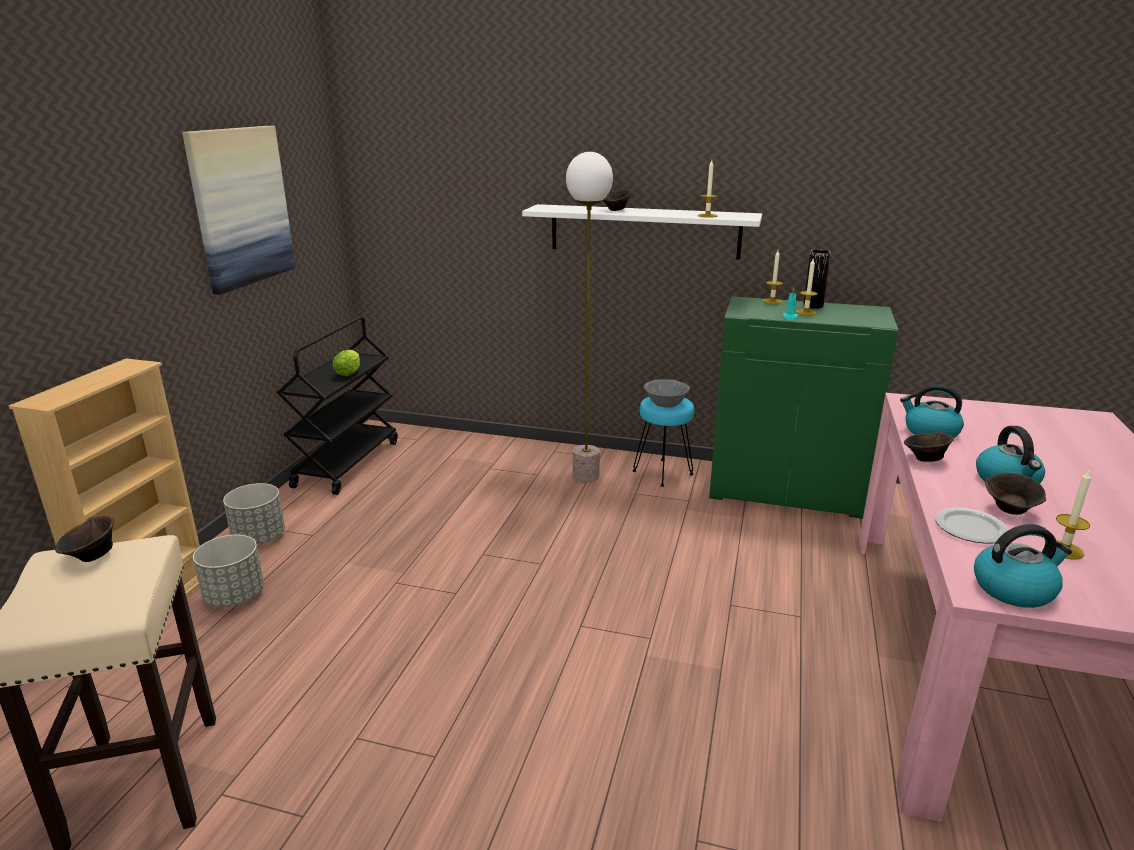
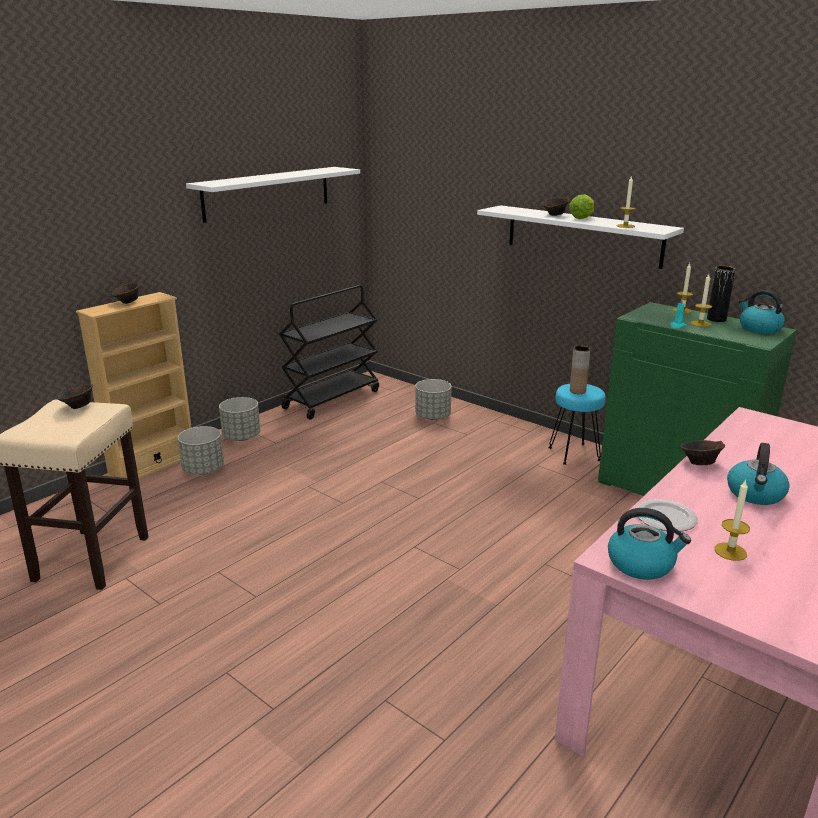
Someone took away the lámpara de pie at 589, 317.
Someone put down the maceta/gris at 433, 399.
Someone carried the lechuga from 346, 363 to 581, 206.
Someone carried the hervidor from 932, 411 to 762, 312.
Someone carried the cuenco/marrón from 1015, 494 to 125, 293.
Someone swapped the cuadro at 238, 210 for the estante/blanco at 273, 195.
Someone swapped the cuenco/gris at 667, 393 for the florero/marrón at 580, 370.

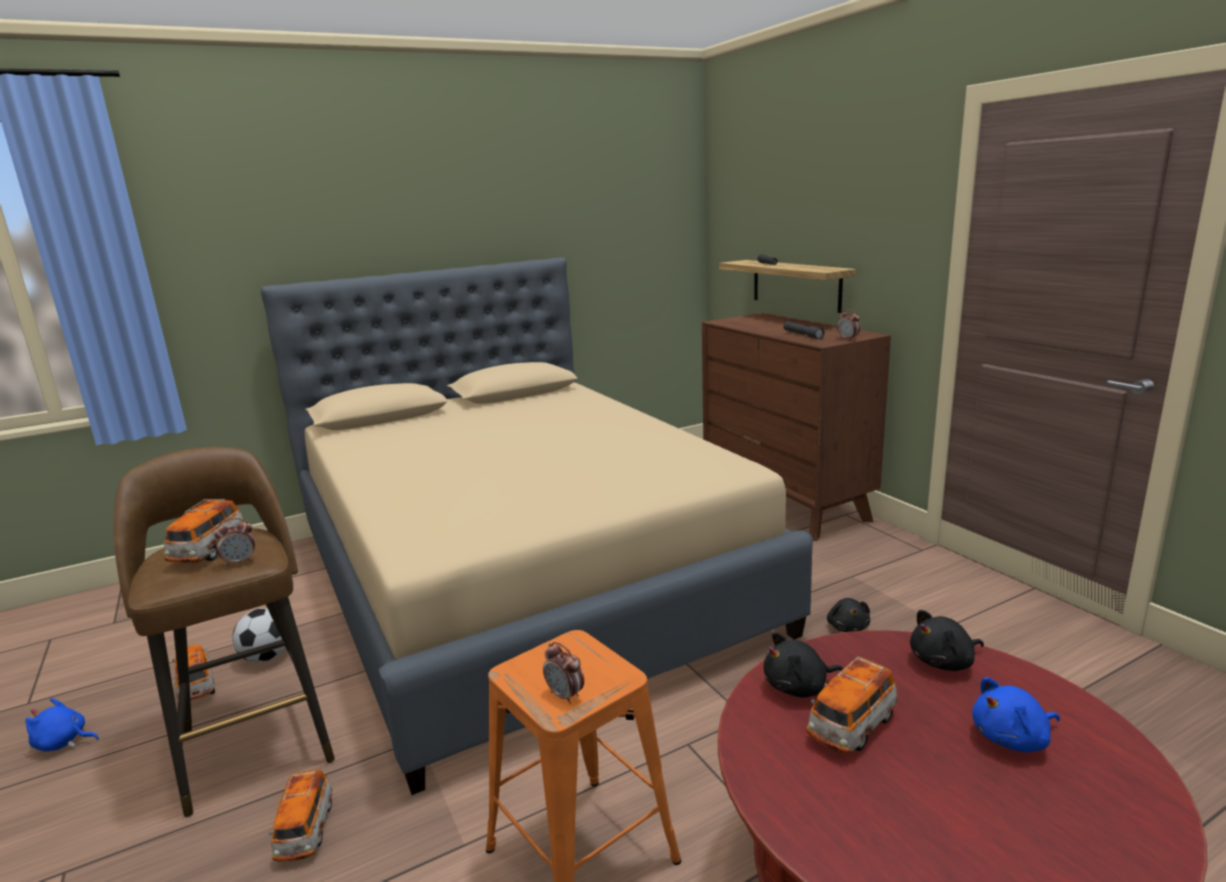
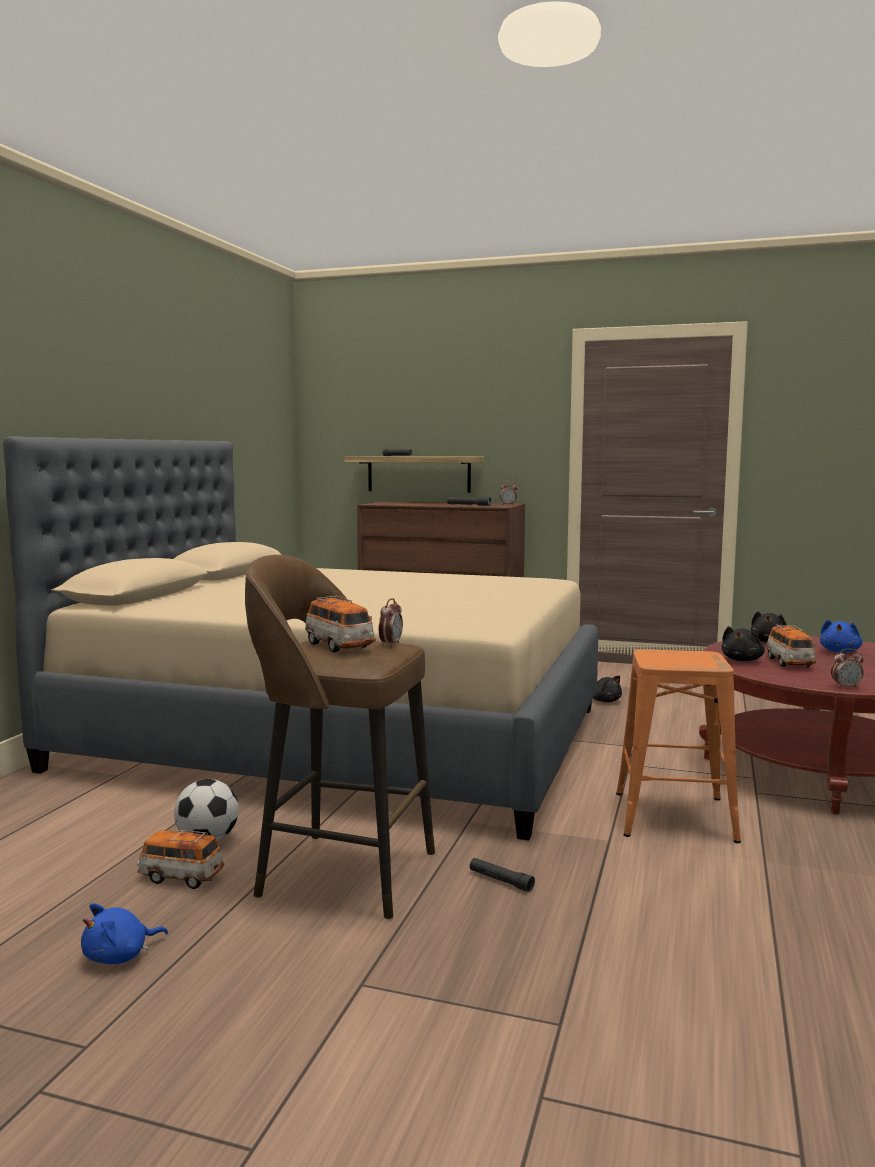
Someone carried the despertador from 563, 673 to 847, 668.
Someone swapped the coche de juguete at 300, 816 for the linterna/negro at 502, 875.

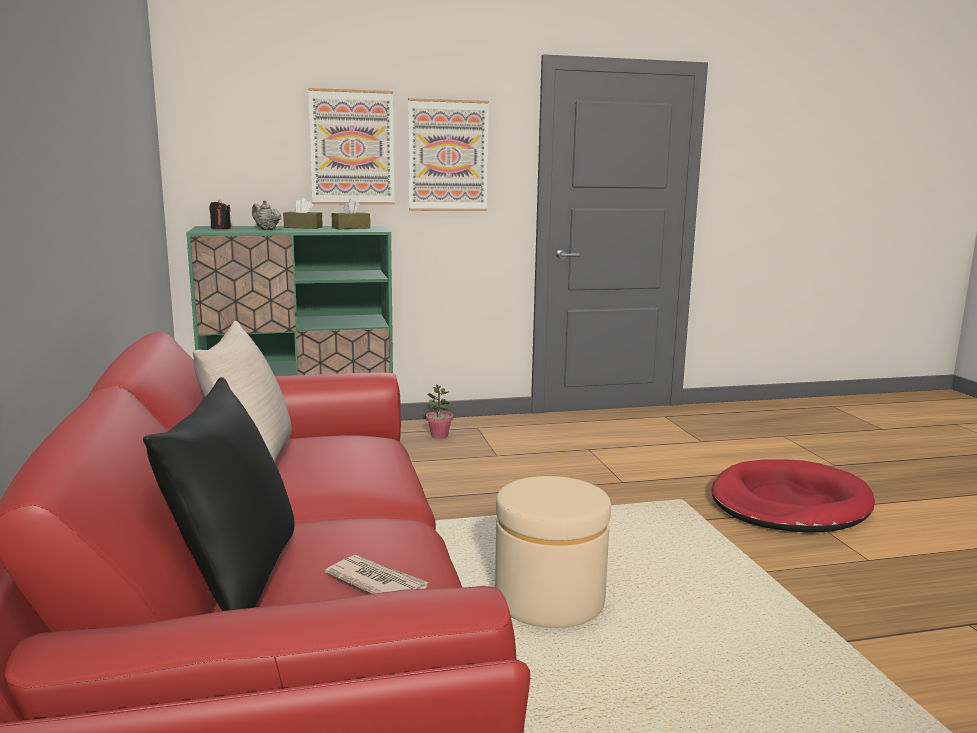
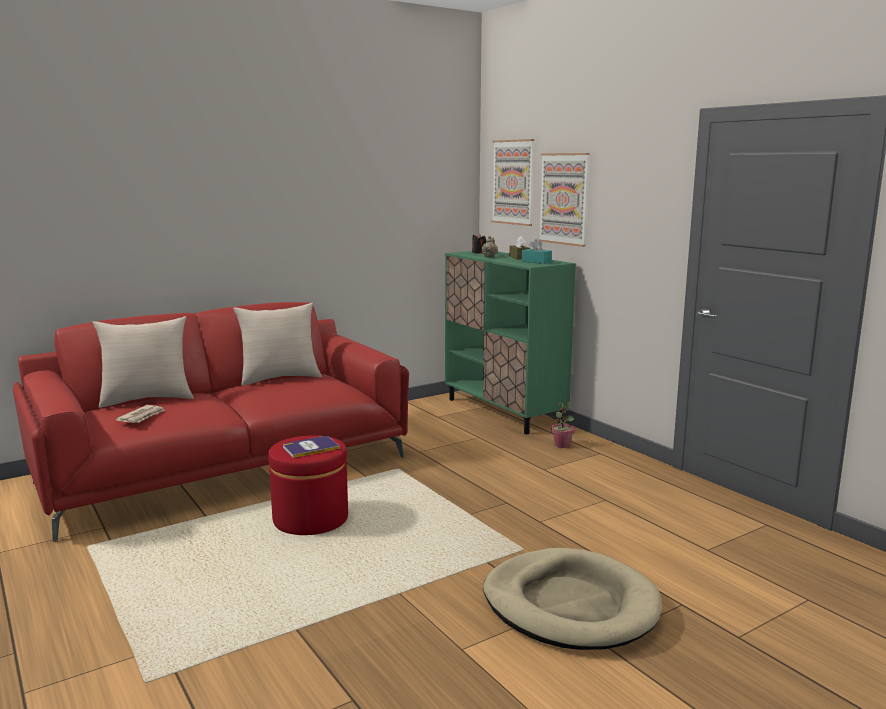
Someone put down the libro at 311, 447.
Someone carried the cuadro from 448, 154 to 512, 182.
Someone repainted the cojín/negro at 219, 494, which became the cojín/beis at 143, 362.
Someone repainted the caja de pañuelos/marrón at 350, 214, which became the caja de pañuelos/turquesa at 537, 251.
Someone repainted the puf/beis at 553, 552, which became the puf/rojo at 308, 485.
Someone repainted the cama para perro/rojo at 793, 496, which became the cama para perro/beis at 572, 599.

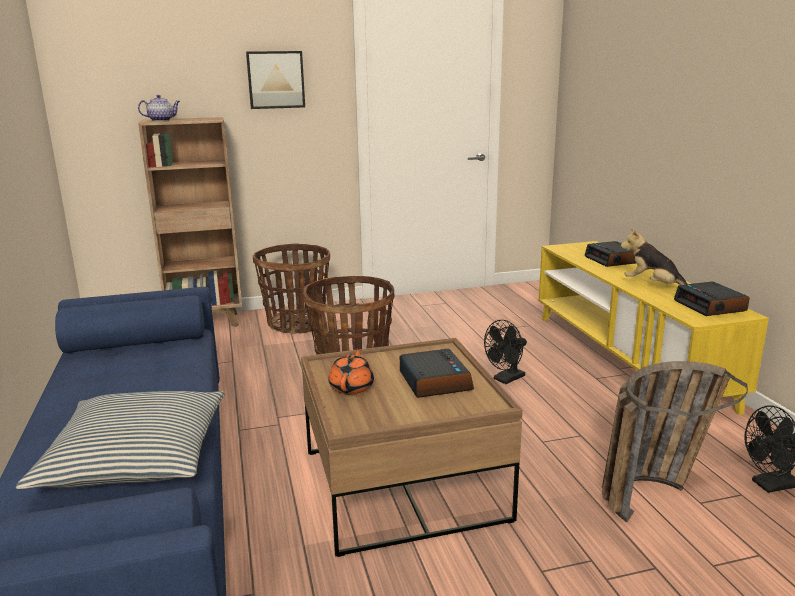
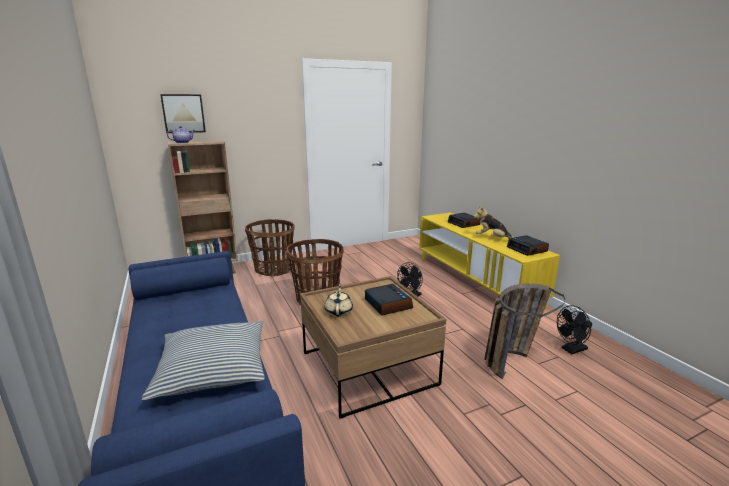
Someone carried the cuadro from 275, 80 to 183, 113.
Someone repainted the tetera/naranja at 351, 371, which became the tetera/beis at 339, 301.

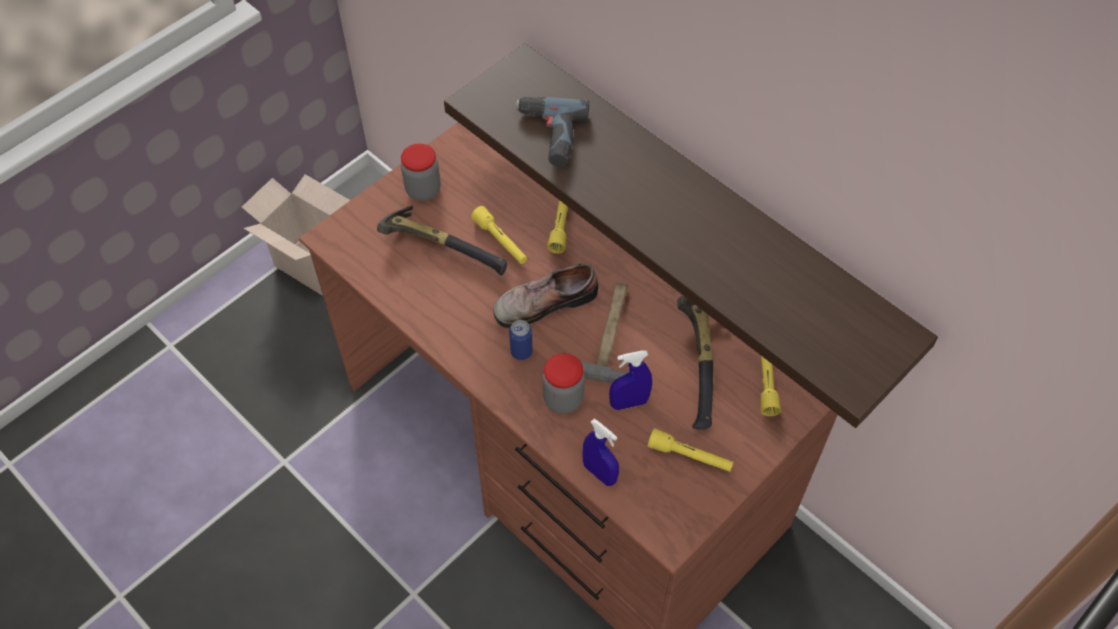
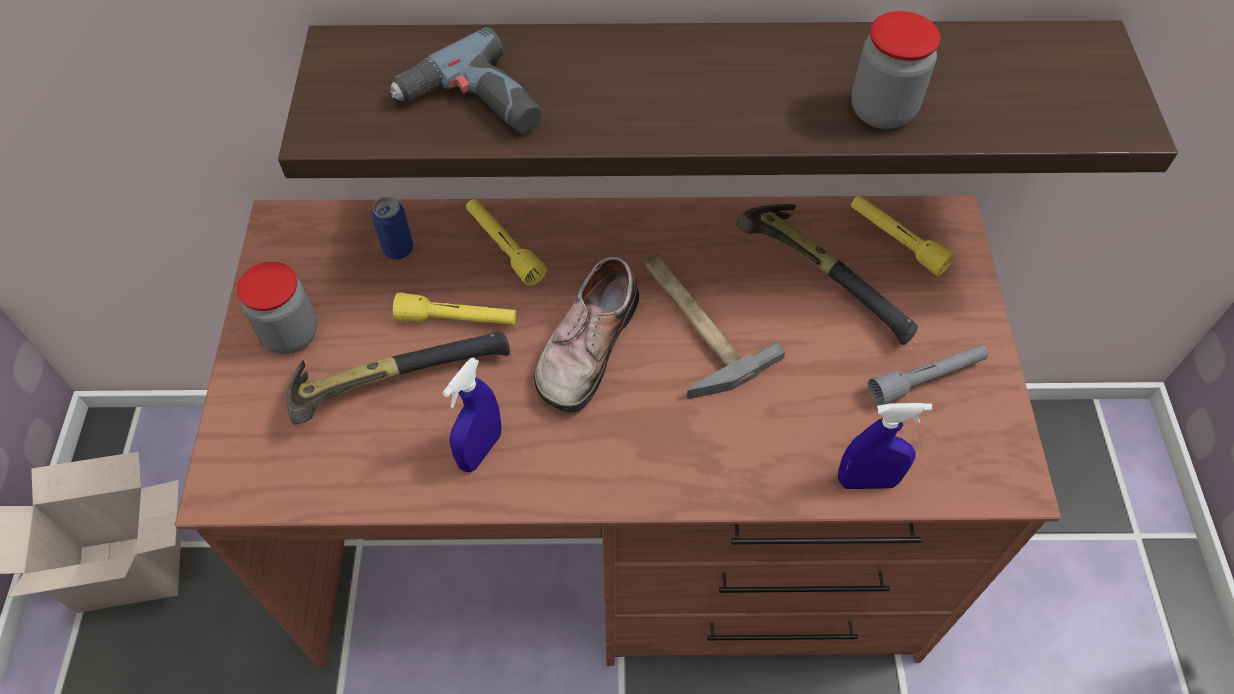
Someone carried the lata from 521, 340 to 392, 228.
Someone carried the tarro from 564, 384 to 895, 70.
Someone carried the pulverizador/azul from 630, 380 to 472, 415.
Someone repainted the linterna/amarillo at 690, 450, which became the linterna/gris at 928, 374.

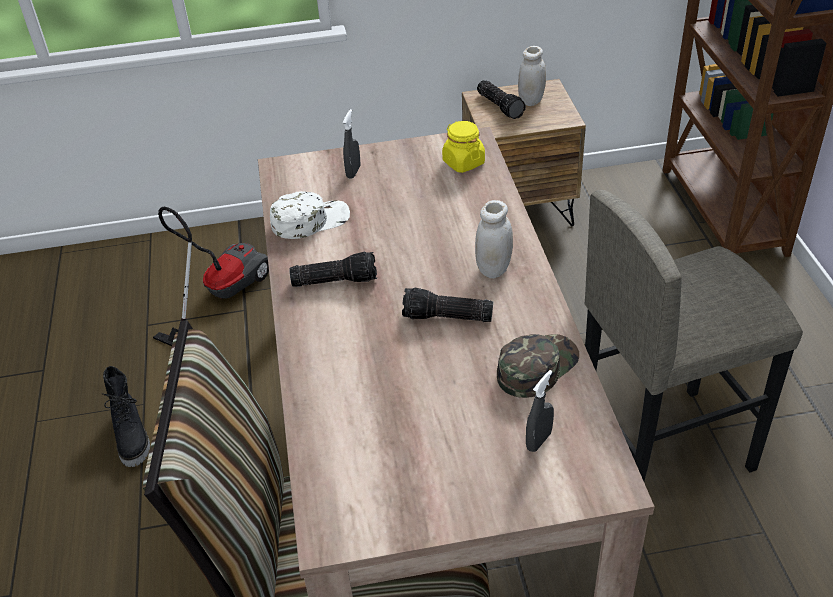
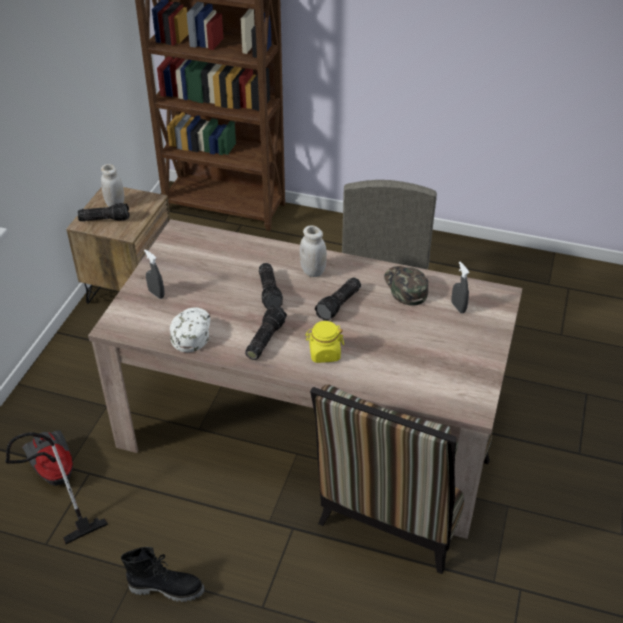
Someone put down the linterna at 271, 286.
Someone carried the tarro/amarillo from 463, 147 to 324, 342.

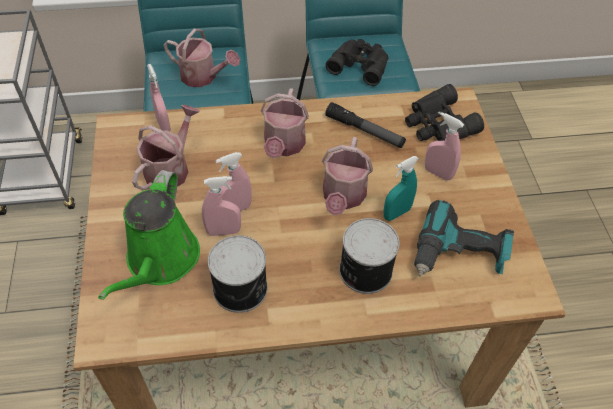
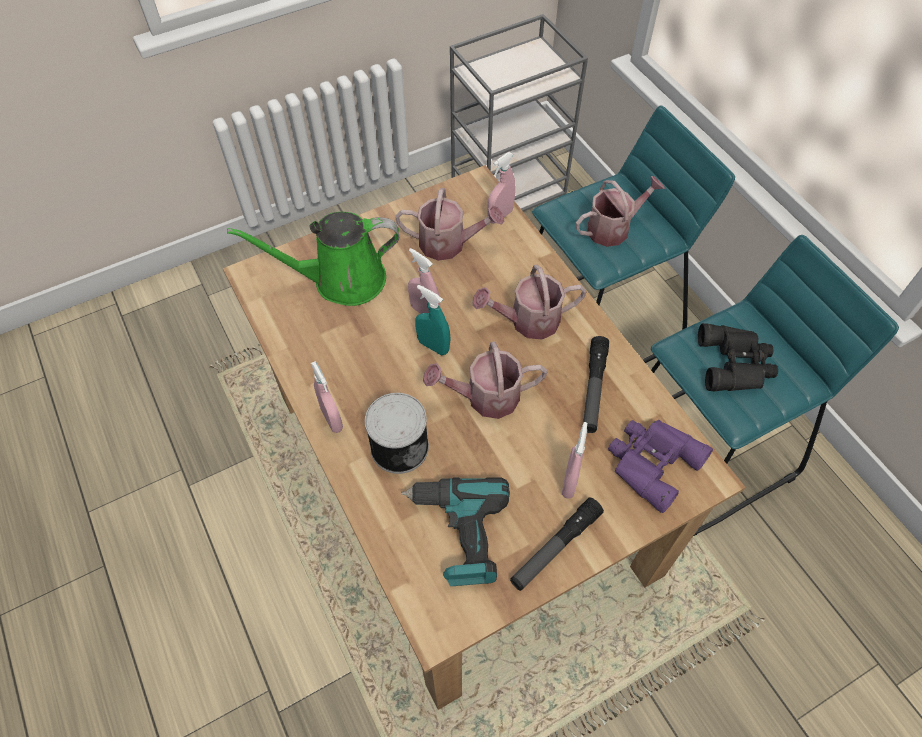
Someone took away the lata at 237, 274.
Someone put down the linterna at 557, 544.
Someone carried the pulverizador/rosa from 221, 206 to 327, 397.
Someone carried the pulverizador/turquesa from 401, 188 to 433, 320.
Someone repainted the prismáticos/negro at 444, 112, which became the prismáticos/morado at 660, 466.
Someone rotated the regadera at 201, 58 by 120 degrees counterclockwise.

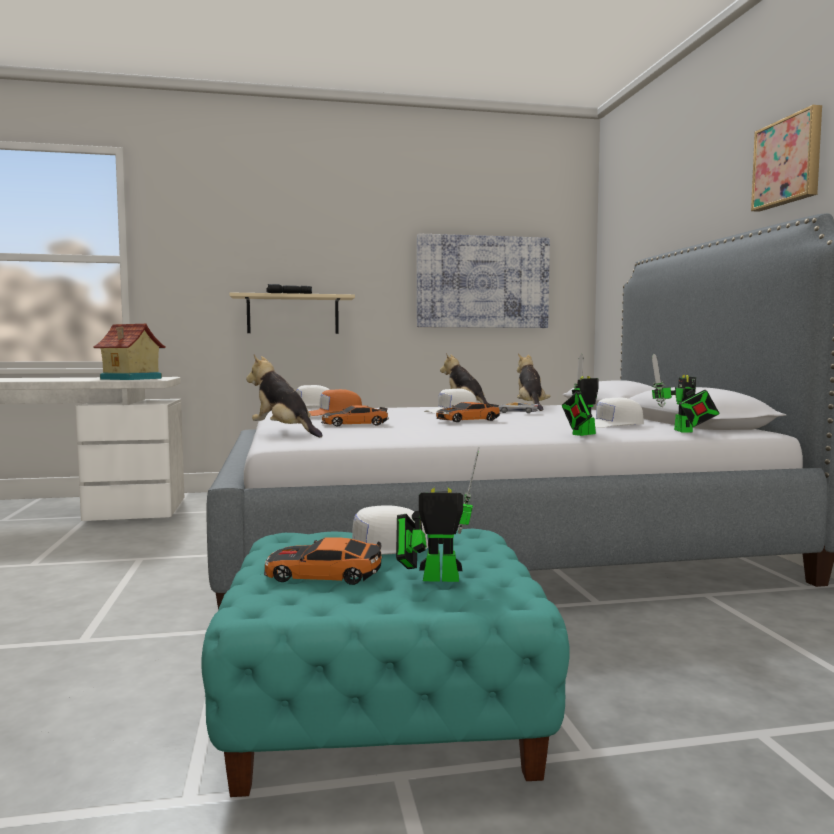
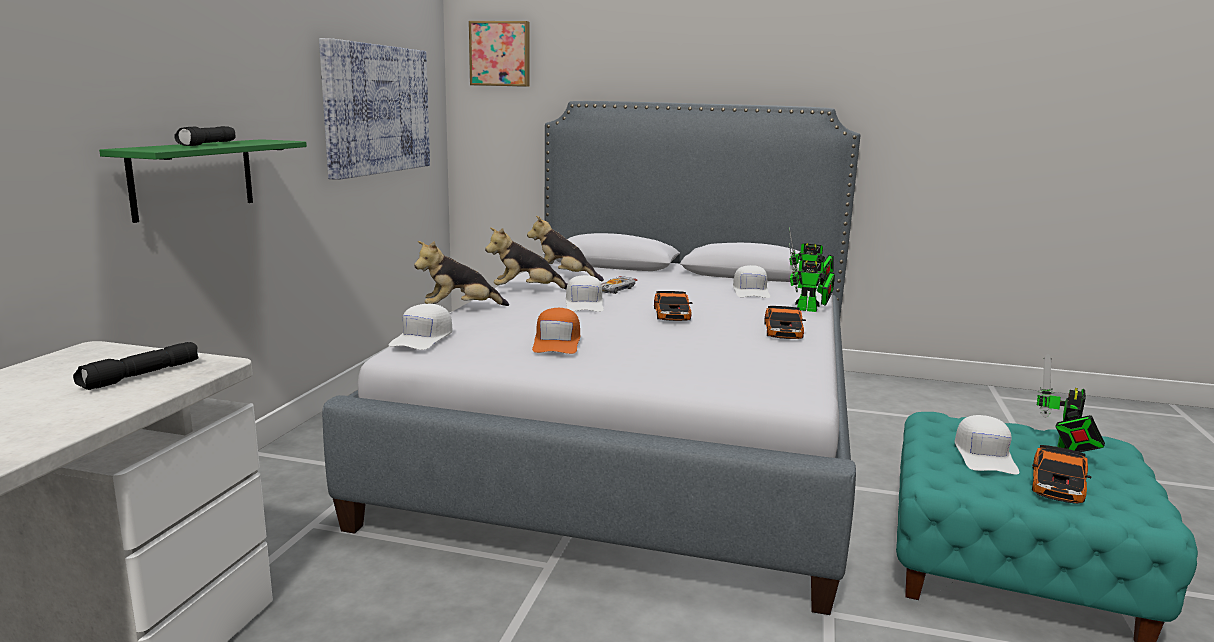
Someone carried the peluche from 284, 395 to 461, 273.
Someone carried the coche de juguete from 355, 416 to 785, 322.
Someone carried the cuadro from 786, 158 to 499, 54.
Someone swapped the casita at 129, 352 for the linterna/negro at 136, 366.
Someone repainted the estante/beis at 292, 313, which became the estante/verde at 203, 181.
Someone rotated the robot de juguete at 580, 395 by 60 degrees counterclockwise.

